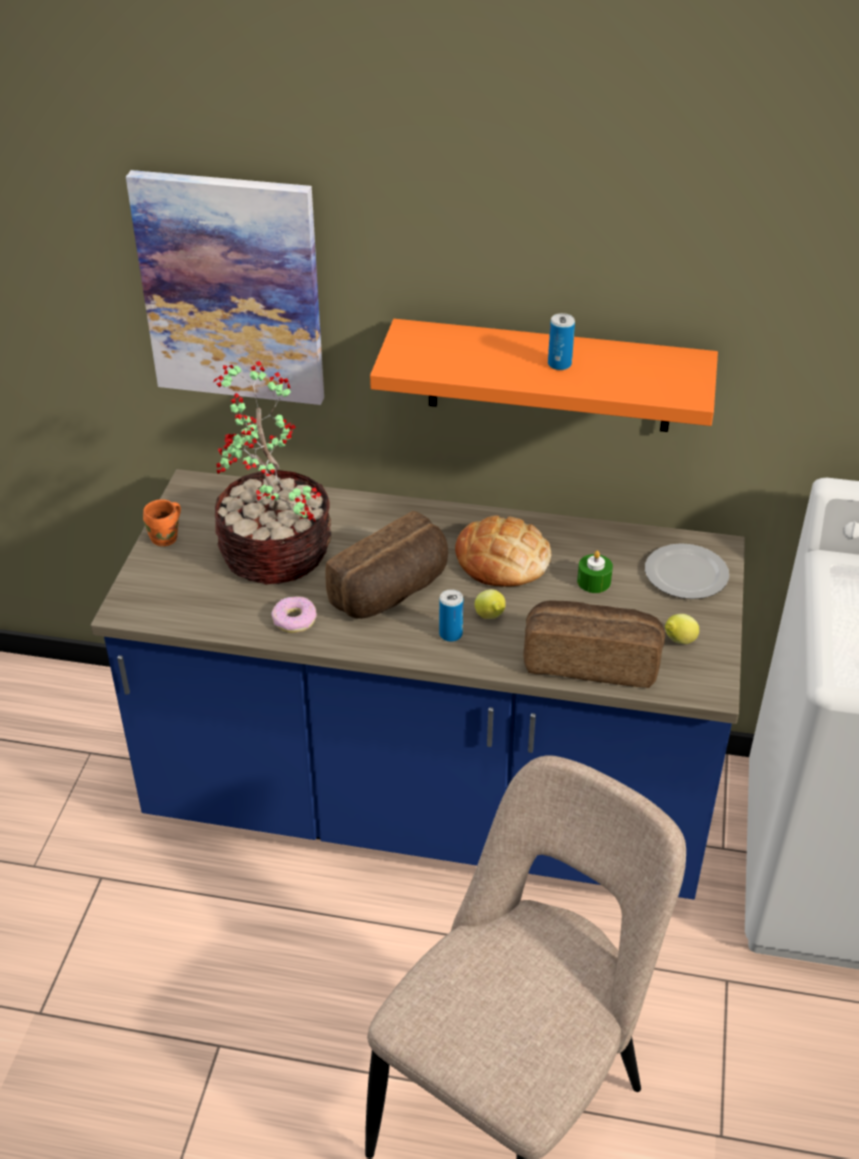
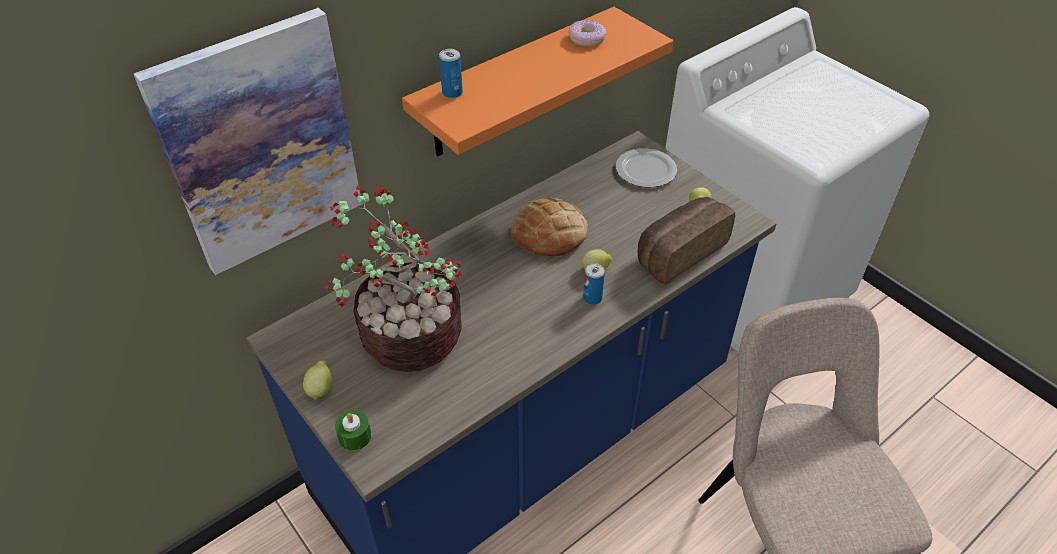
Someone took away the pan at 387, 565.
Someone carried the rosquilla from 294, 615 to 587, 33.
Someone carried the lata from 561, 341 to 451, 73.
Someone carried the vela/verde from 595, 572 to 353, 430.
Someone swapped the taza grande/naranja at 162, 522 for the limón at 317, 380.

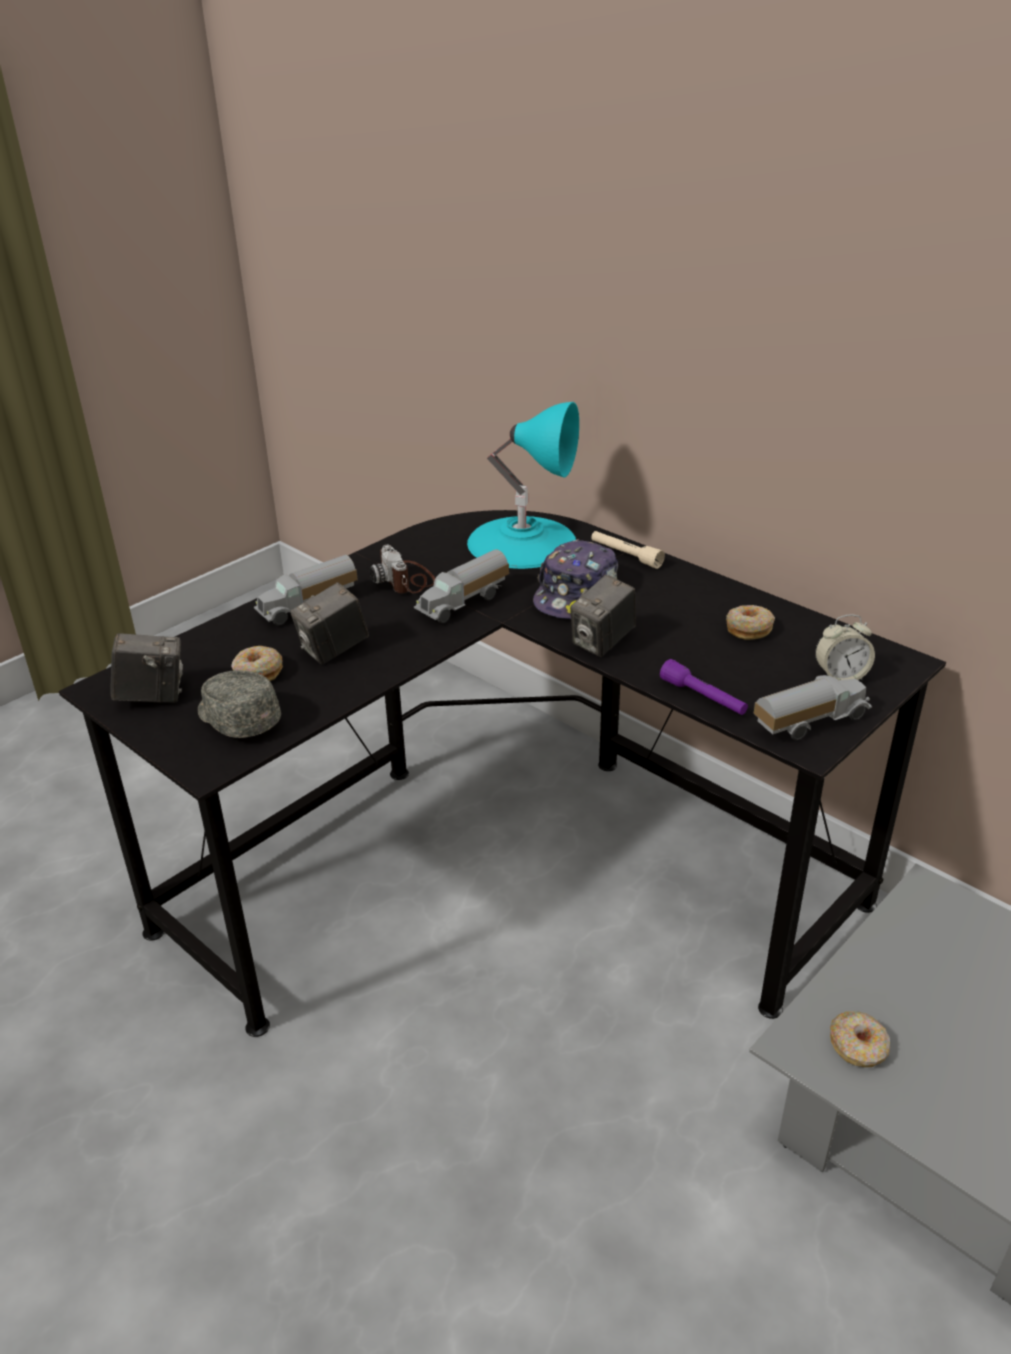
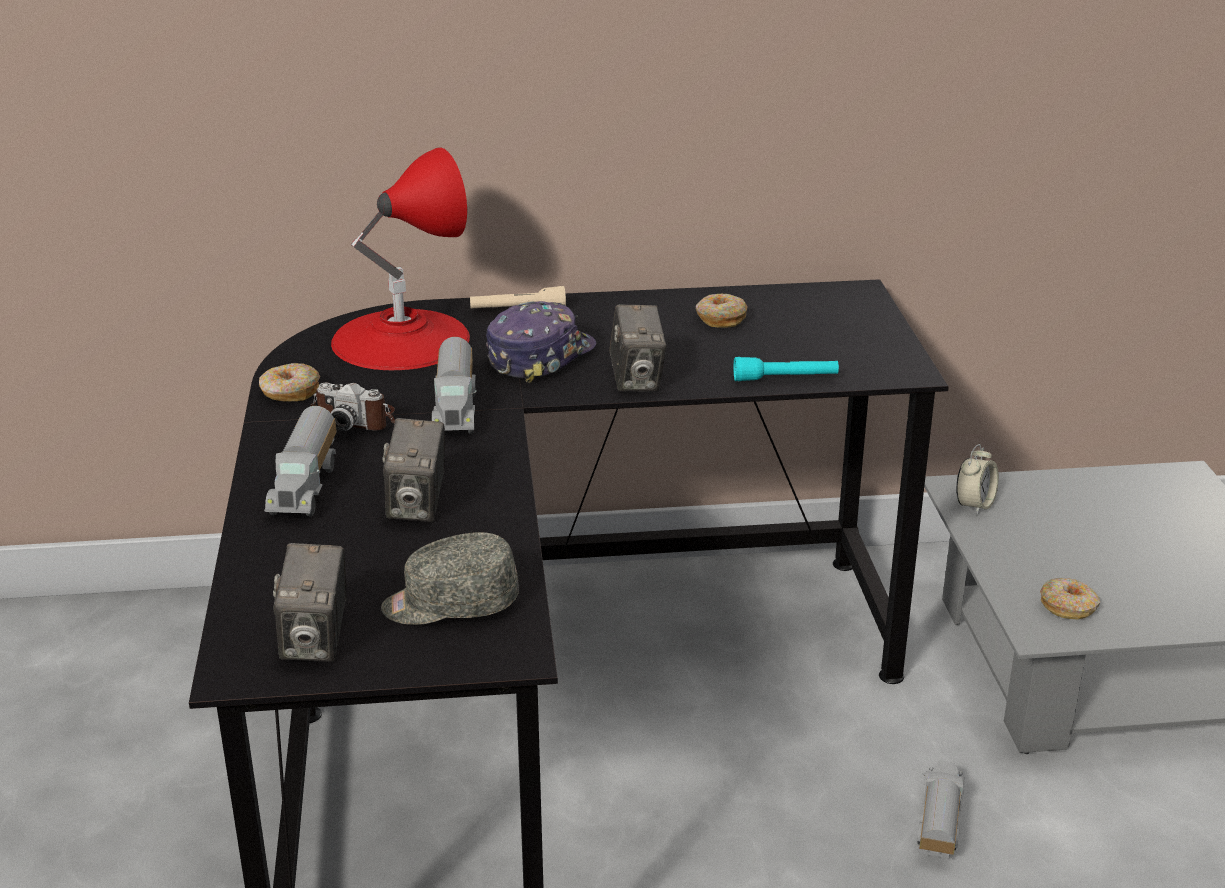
Someone carried the rosquilla from 257, 663 to 289, 382.
Someone carried the camión de juguete from 813, 707 to 941, 809.
Someone carried the despertador from 845, 647 to 977, 479.
Someone repainted the lámpara de mesa/turquesa at 523, 485, which became the lámpara de mesa/rojo at 400, 258.
Someone repainted the linterna/morado at 704, 687, which became the linterna/turquesa at 786, 369.
Someone rotated the cámara at 146, 668 by 150 degrees clockwise.
Someone rotated the gorra at 575, 579 by 120 degrees counterclockwise.

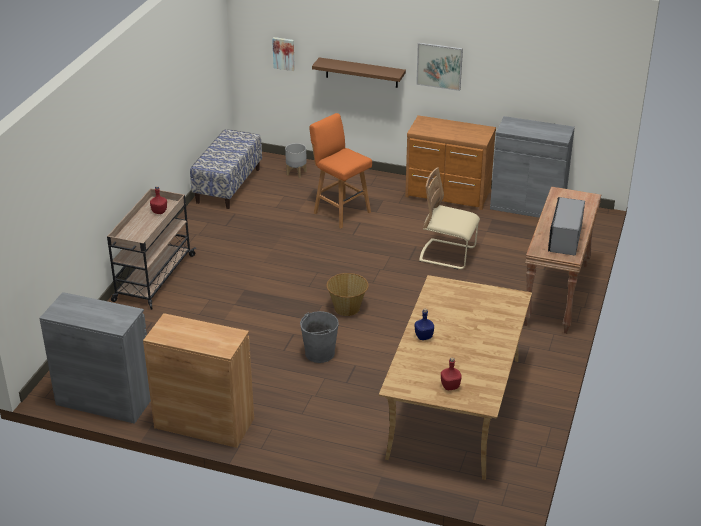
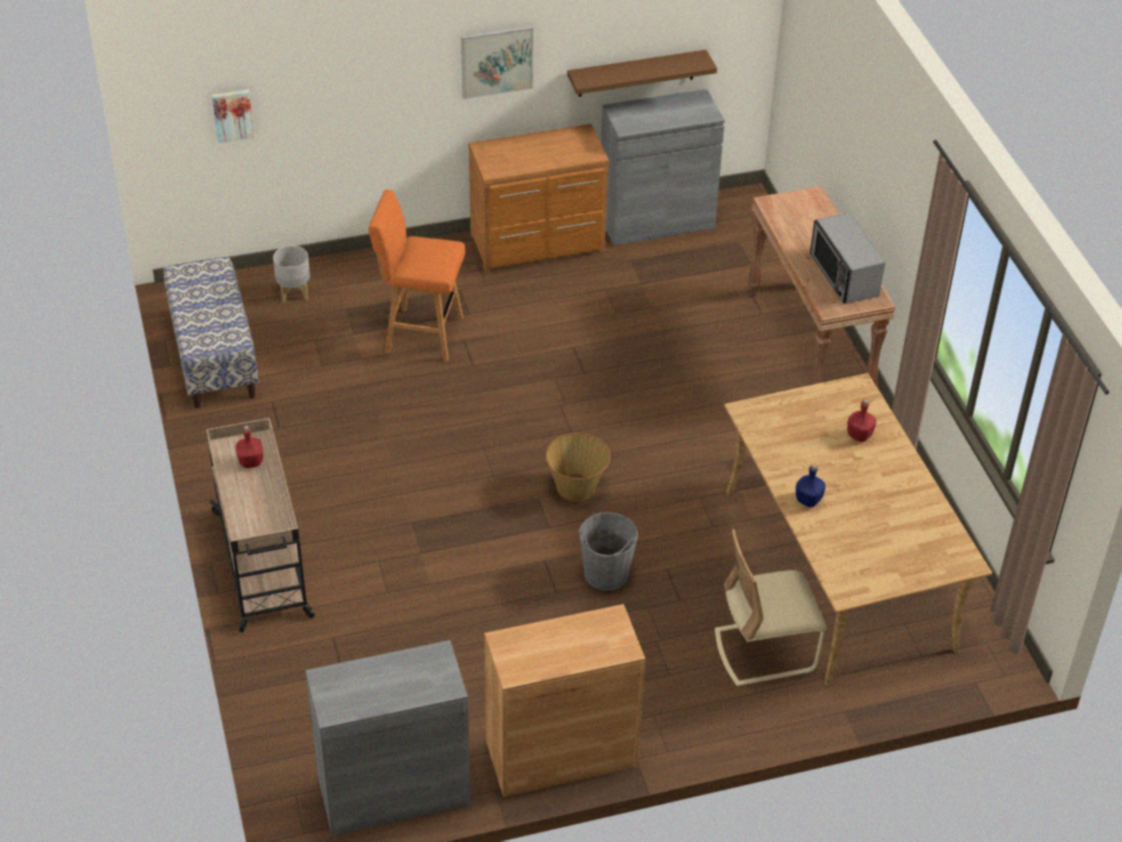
Someone carried the estante/marrón from 359, 72 to 642, 73.
Someone carried the silla/beis from 449, 218 to 771, 607.
Someone carried the botella/rojo from 451, 373 to 862, 420.

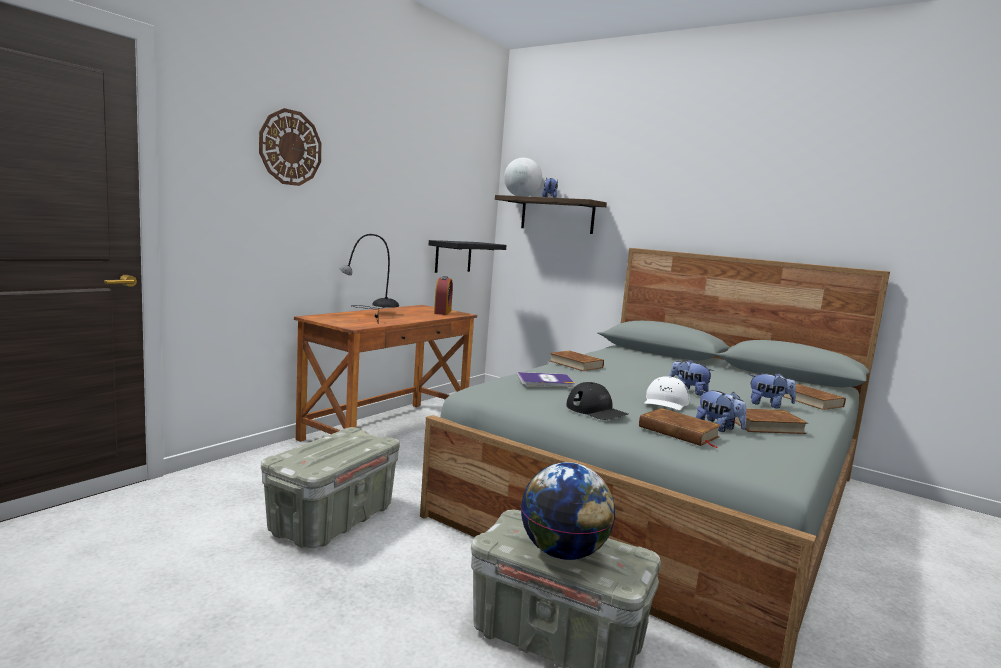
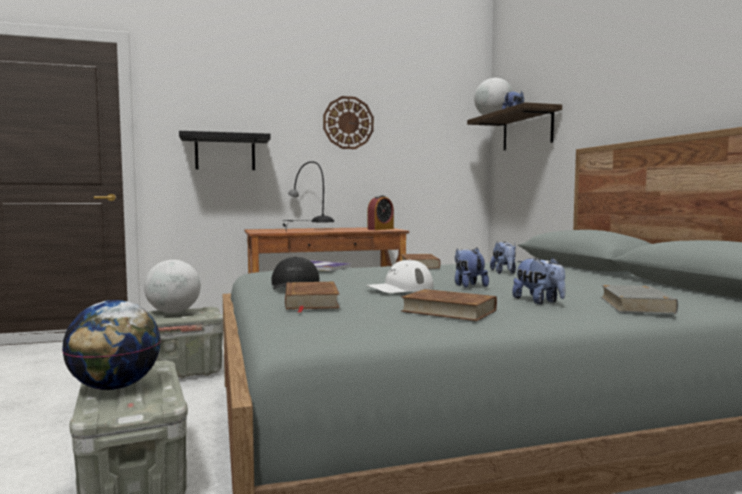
Someone put down the globo terráqueo at 172, 286.
Someone carried the reloj de pared from 290, 147 to 348, 122.
Someone carried the estante/negro from 468, 256 to 225, 150.
Someone carried the peluche from 721, 411 to 503, 258.
Someone repainted the libro/marrón at 814, 397, which became the libro/gris at 639, 299.

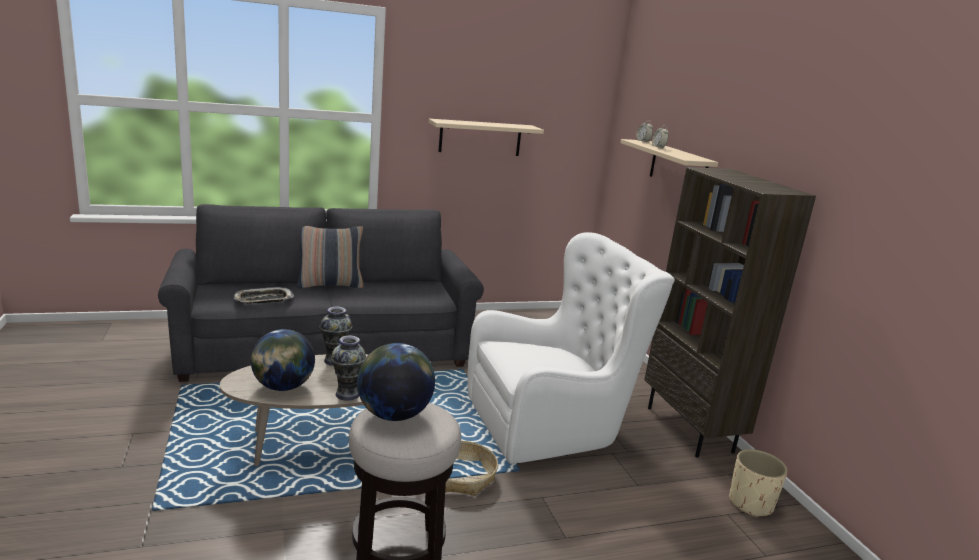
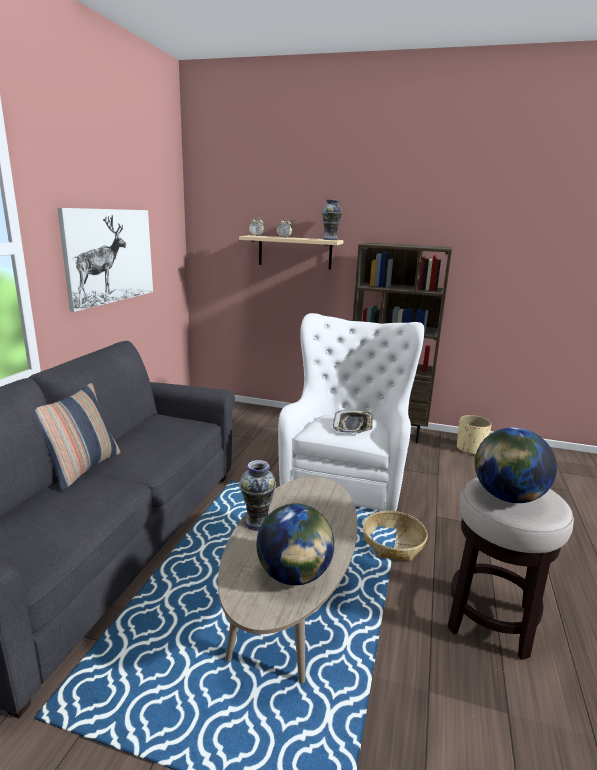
Someone carried the bandeja from 264, 295 to 353, 421.
Someone carried the florero from 348, 368 to 331, 220.
Someone swapped the estante/beis at 486, 137 for the cuadro at 105, 260.

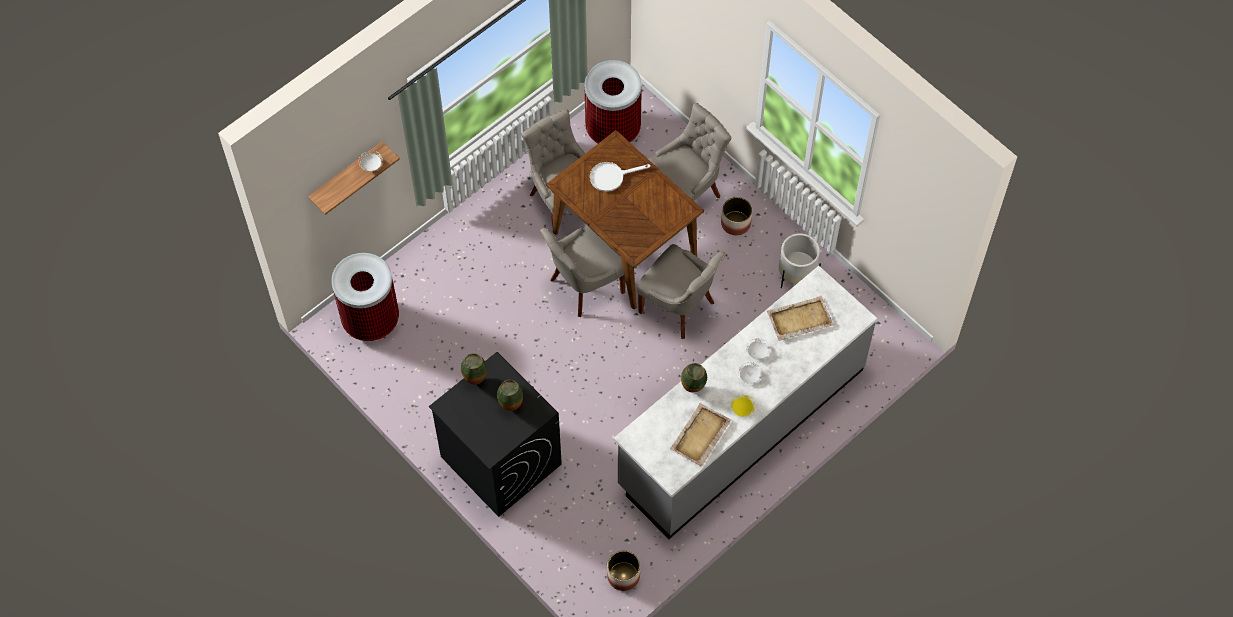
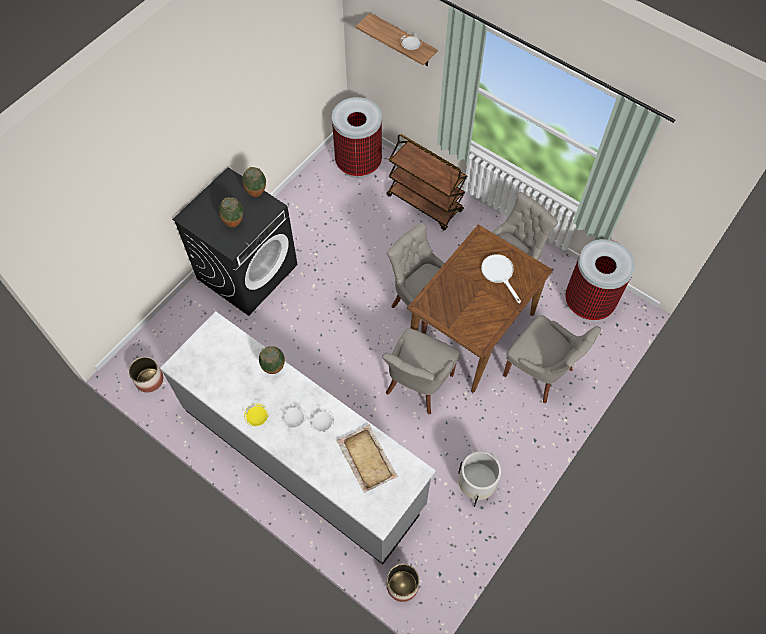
Someone took away the bandeja/beis at 700, 435.
Someone put down the carrito/marrón at 426, 182.
Someone carried the maceta from 736, 216 to 403, 583.

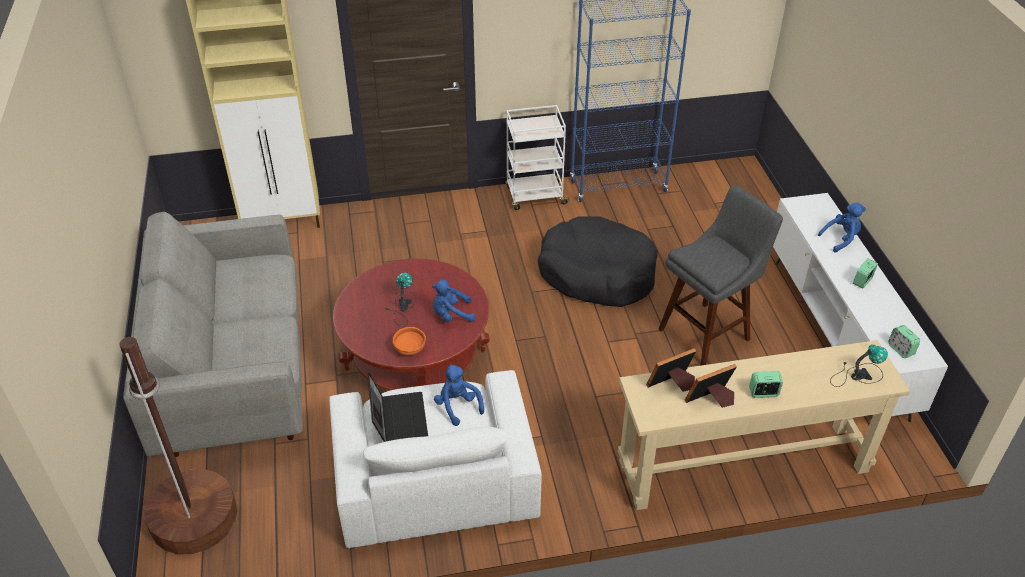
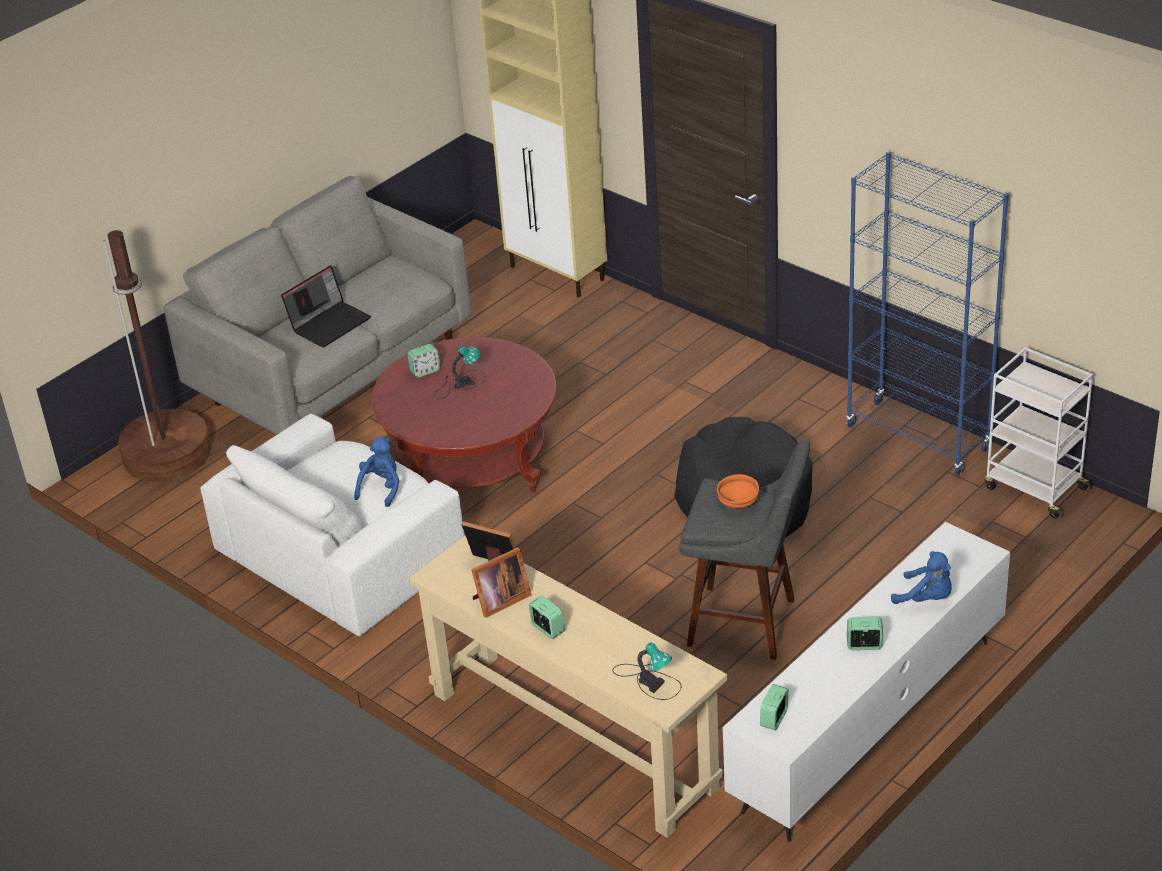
Someone took away the peluche/azul at 454, 300.
Someone put down the despertador at 424, 361.
Someone carried the portátil from 398, 407 to 326, 306.
Someone carried the cuenco/naranja from 409, 341 to 738, 491.
Someone carried the carrito/blanco from 537, 157 to 1038, 432.
Someone rotated the portarretratos at 711, 386 by 120 degrees clockwise.

